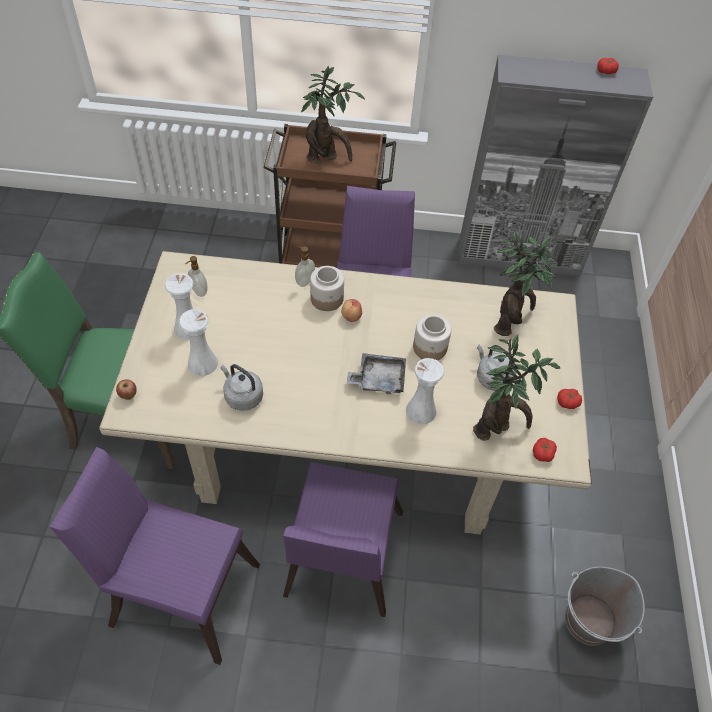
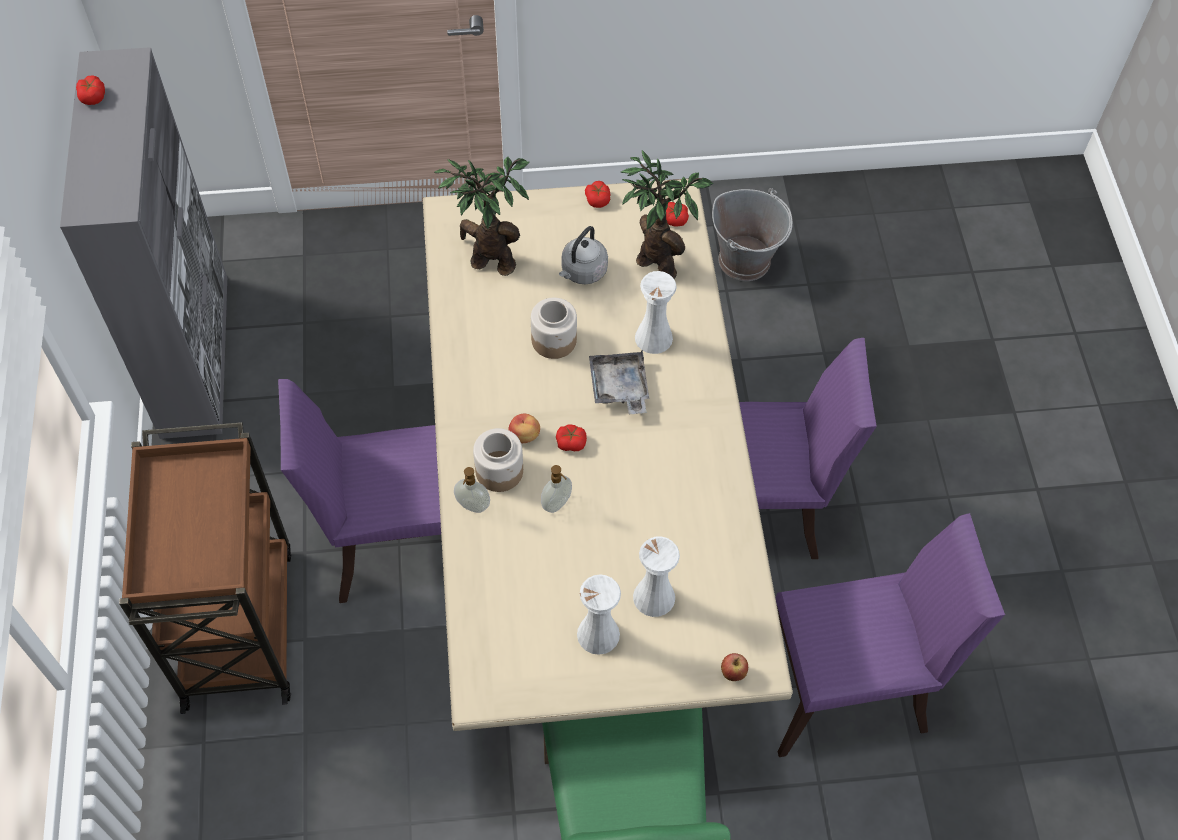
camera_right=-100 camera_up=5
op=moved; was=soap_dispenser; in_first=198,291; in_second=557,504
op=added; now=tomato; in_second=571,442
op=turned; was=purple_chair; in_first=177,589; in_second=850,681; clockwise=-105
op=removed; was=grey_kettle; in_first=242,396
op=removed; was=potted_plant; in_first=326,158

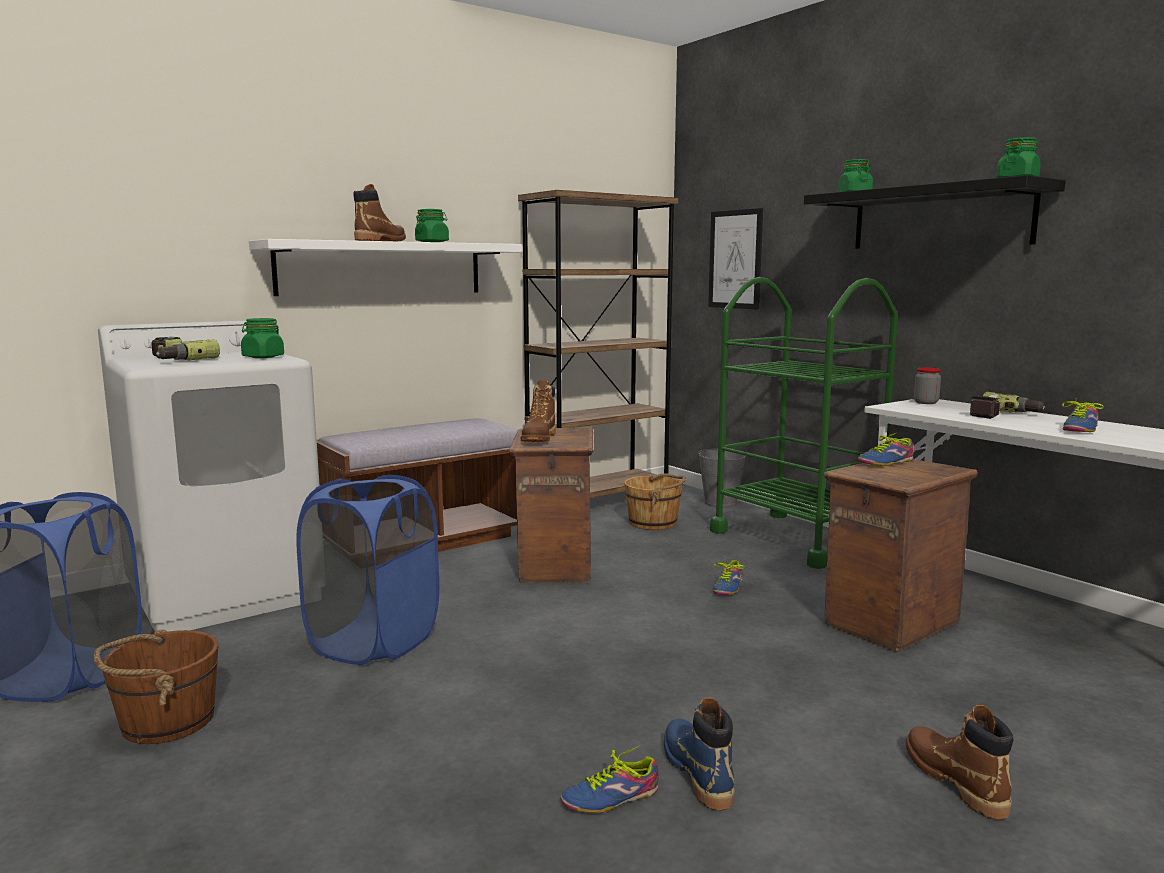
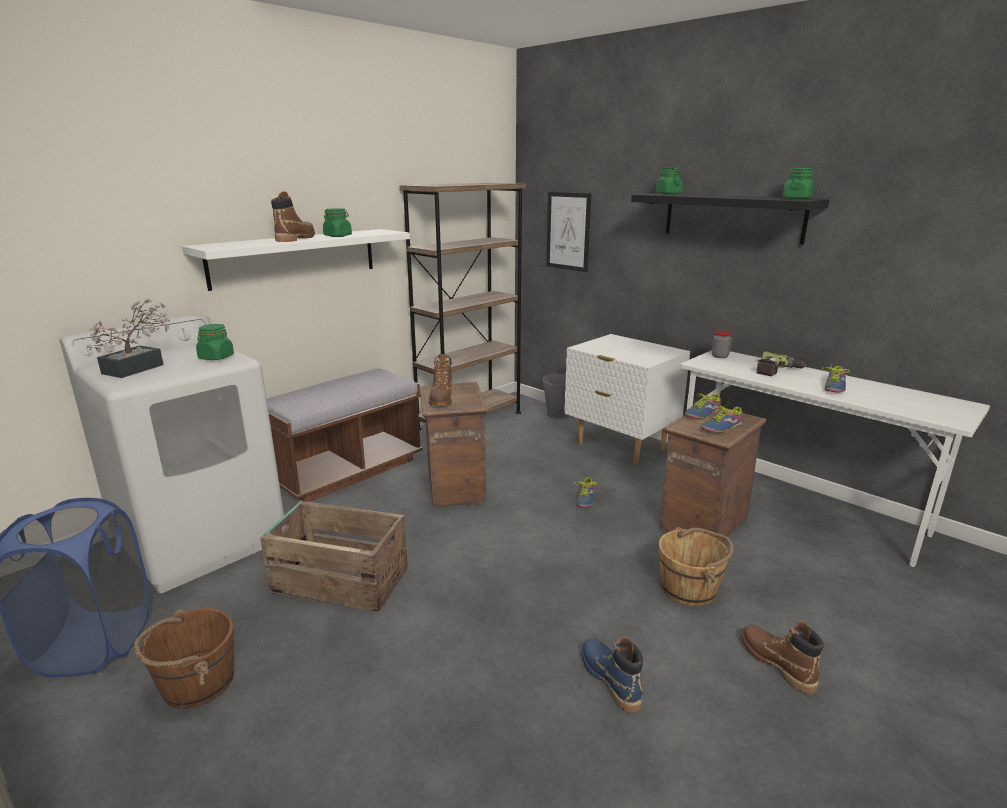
camera_right=-10 camera_up=10
op=replaced; was=power_drill; now=potted_plant; in_first=174,360; in_second=139,367
op=replaced; was=blue_laundry_basket; now=crate; in_first=374,641; in_second=339,579
op=replaced; was=green_cart; now=white_nightstand; in_first=796,539; in_second=620,446
op=moved; was=brown_bucket; in_first=653,523; in_second=689,588
op=moved; was=shoe; in_first=609,796; in_second=720,426

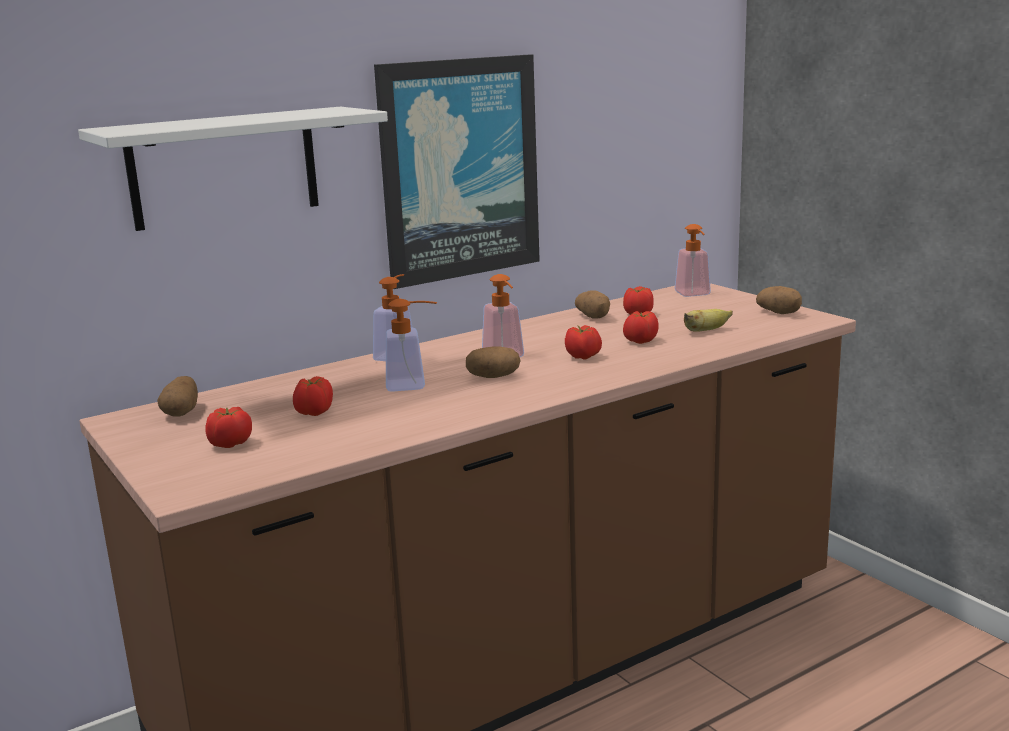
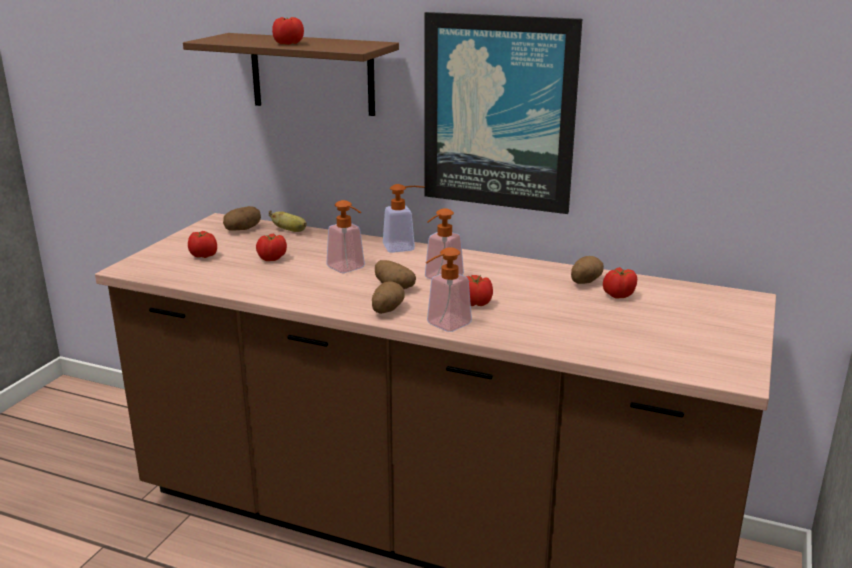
camera_right=55 camera_up=5
op=recoloured; was=white_shelf; now=brown_shelf; in_first=224,167; in_second=312,74
op=moved; was=banana; in_first=706,331; in_second=290,231
op=moved; was=tomato; in_first=640,341; in_second=288,44
op=moved; was=potato; in_first=779,313; in_second=386,310
op=moved; was=soap_dispenser; in_first=694,295; in_second=443,326

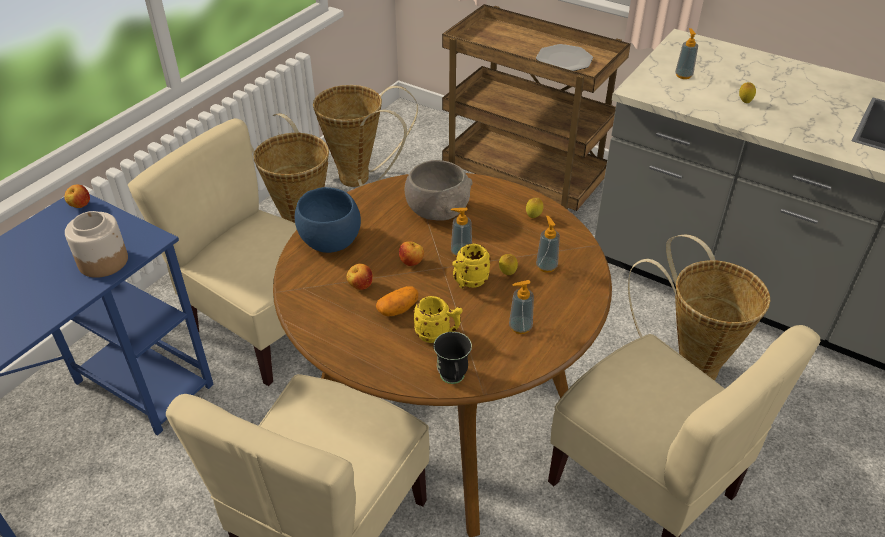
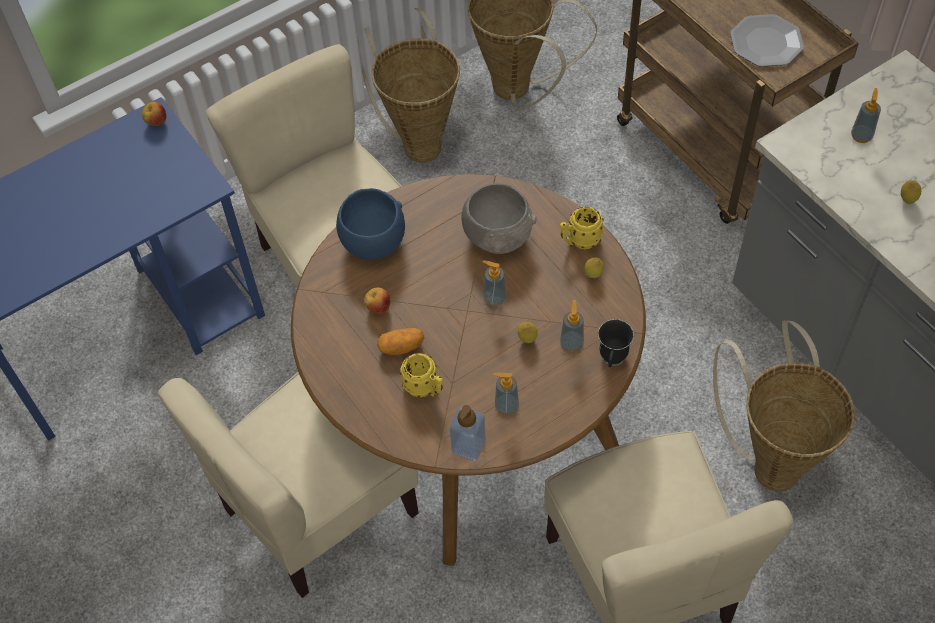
camera_right=25 camera_up=15
op=added; now=soap_dispenser; in_second=468,446
op=moved; was=yellow_mug; in_first=468,282; in_second=579,241
op=moved; was=black_mug; in_first=453,380; in_second=612,361
op=removed; was=jar; in_first=103,261
op=removed; was=apple; in_first=412,263

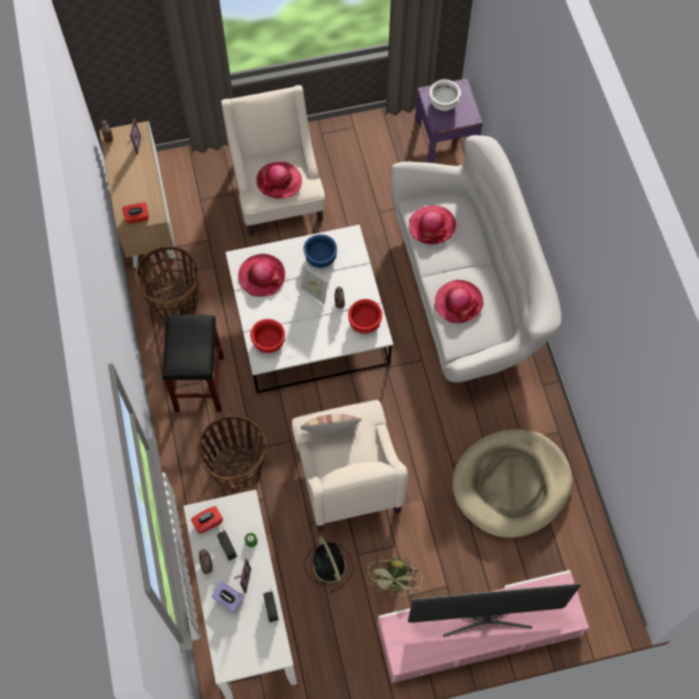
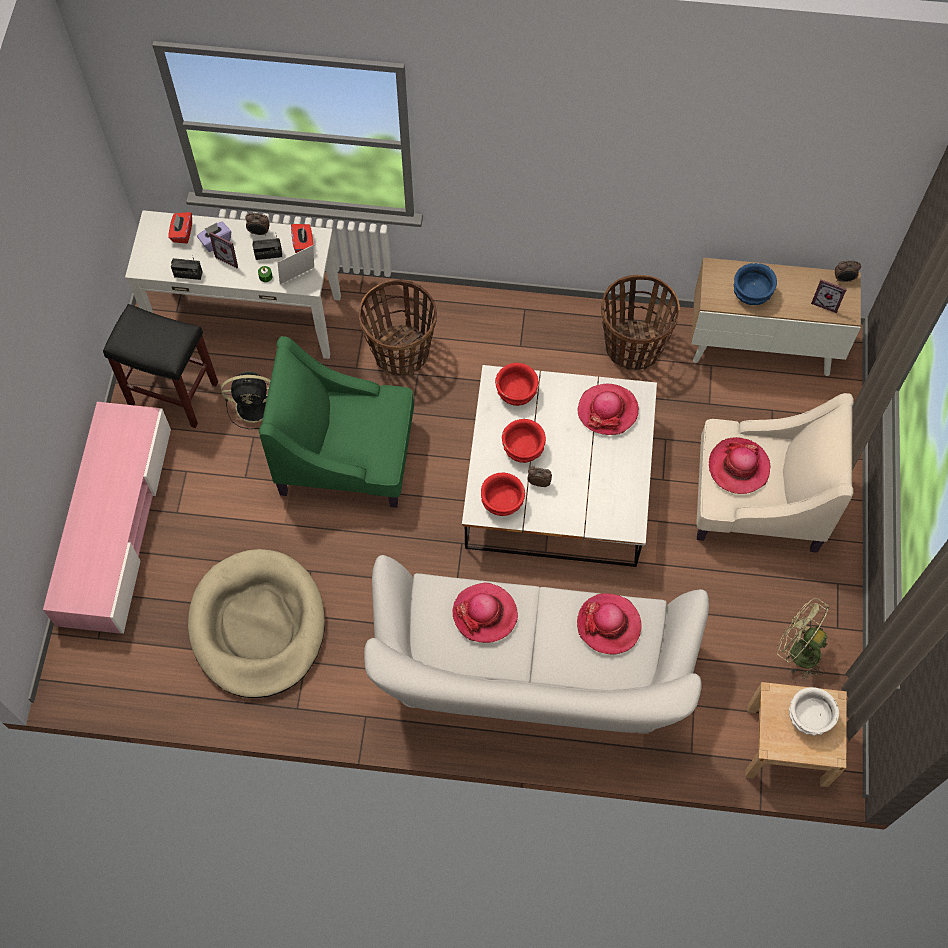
camera_right=110 camera_up=0
op=moved; was=black_stool; in_first=199,383; in_second=175,394
op=moved; was=red_tissue_box; in_first=137,217; in_second=182,233
op=recoloured; was=beige_armchair; now=green_armchair; in_first=347,474; in_second=347,457
op=moved; was=picture_frame; in_first=314,293; in_second=299,278
op=added; now=red_bowl; in_second=523,448
op=moved; was=blue_bowl; in_first=321,258; in_second=751,294
op=recoloured; was=purple_nightstand; now=beige_nightstand; in_first=445,137; in_second=787,745
op=moved; was=green_fan; in_first=395,583; in_second=798,651
op=removed; was=pillow; in_first=330,433
op=removed; was=television; in_first=485,617

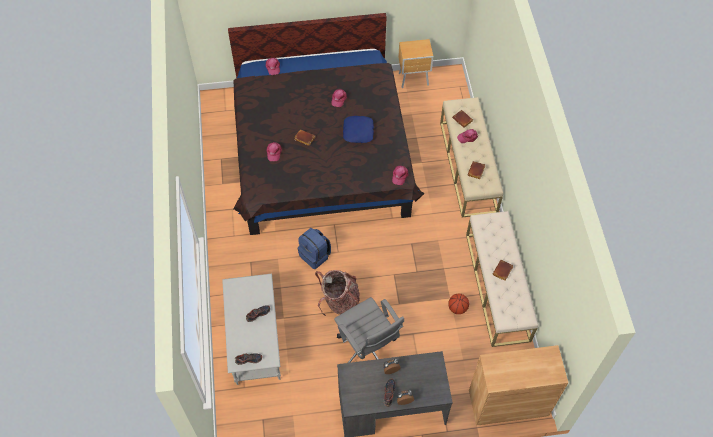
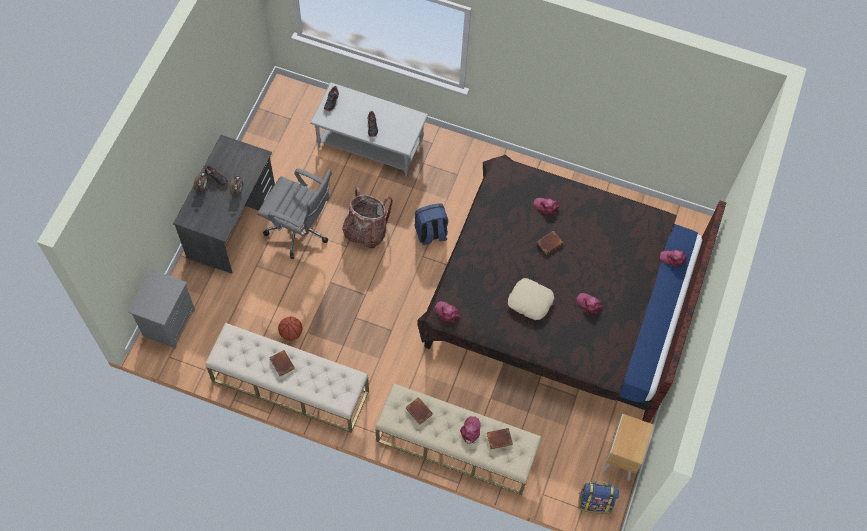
camera_right=115 camera_up=5
op=replaced; was=brown_cabinet; now=grey_nightstand; in_first=508,403; in_second=168,322
op=turned; was=grey_office_chair; in_first=368,349; in_second=300,231; clockwise=-150
op=recoloured; was=blue_pillow; now=beige_pillow; in_first=358,132; in_second=530,301
op=added; now=backpack; in_second=595,502

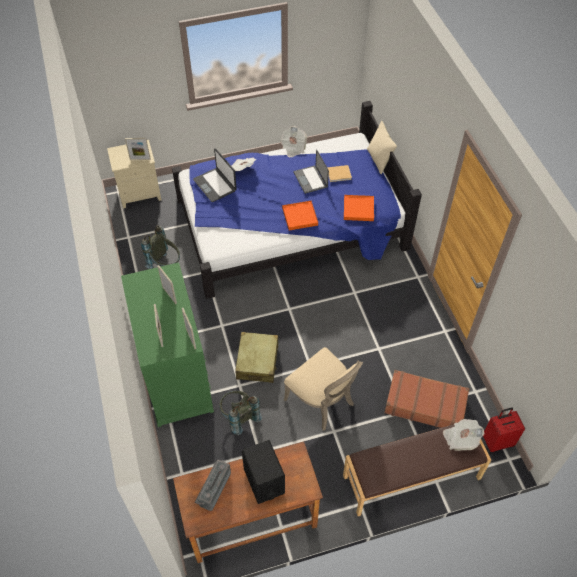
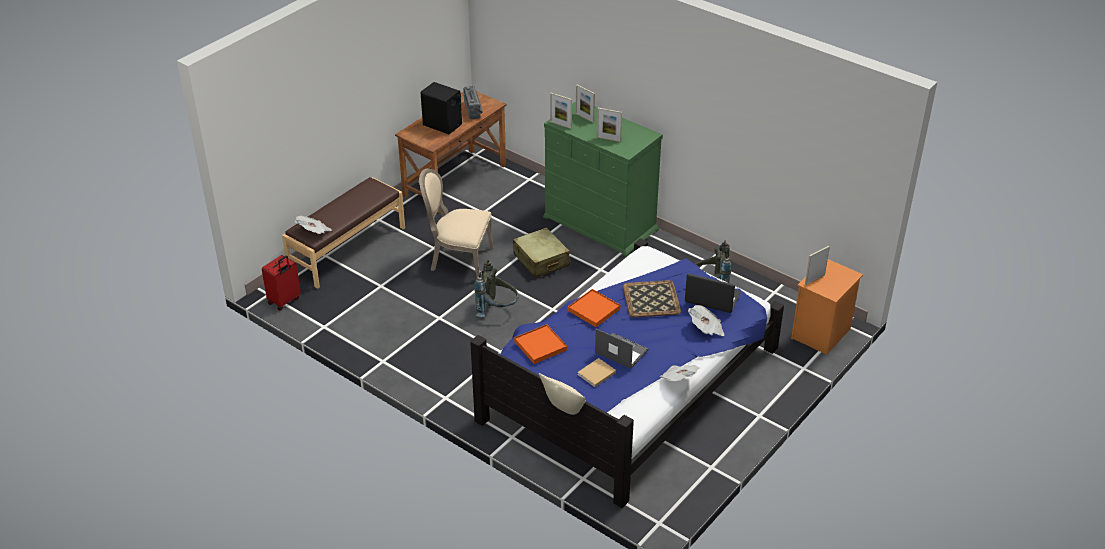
camera_right=145 camera_up=-15
op=moved; was=grey_backpack; in_first=238,417; in_second=497,310
op=added; now=tray; in_second=652,299
op=recoloured; was=beige_nightstand; now=orange_nightstand; in_first=140,193; in_second=821,334
op=removed; was=brown_suitcase; in_first=425,404

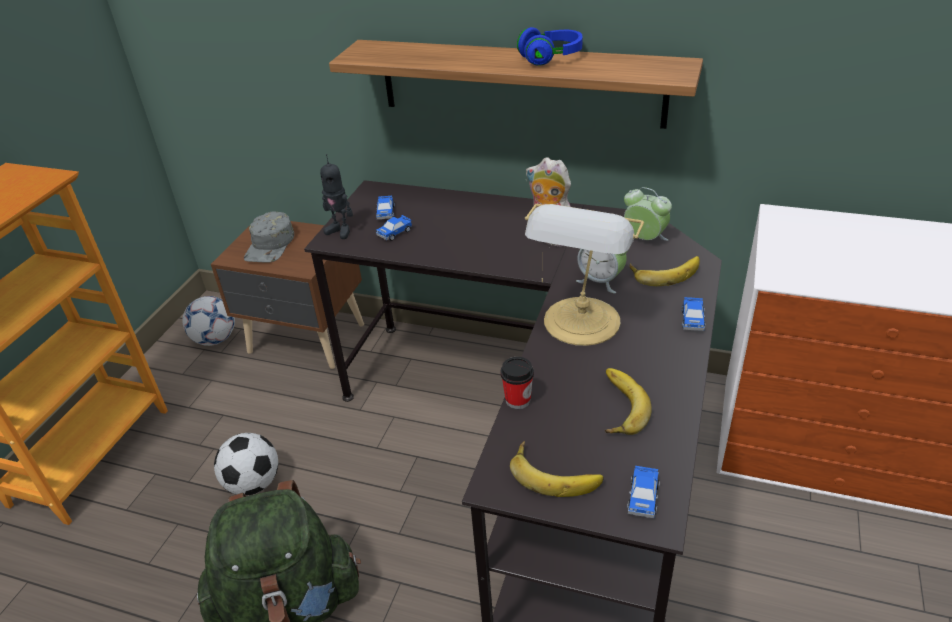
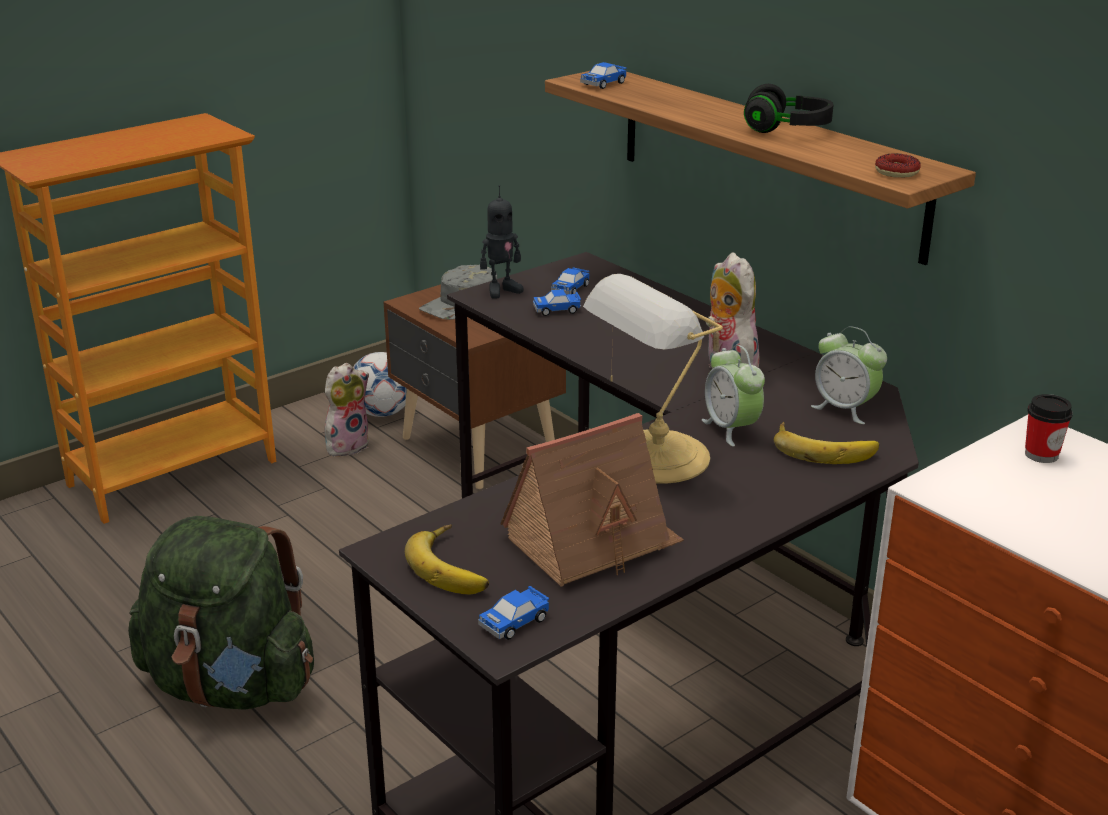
camera_right=30 camera_up=-10
op=added; now=plush_toy; in_second=347,445
op=turned; was=toy_robot; in_first=340,231; in_second=502,290; clockwise=-90
op=replaced; was=banana; now=toy_house; in_first=616,406; in_second=592,541
op=moved; was=toy_car; in_first=692,319; in_second=604,84
op=recoloured; was=blue_headphones; now=black_headphones; in_first=551,58; in_second=787,129
op=turned; was=alarm_clock; in_first=644,239; in_second=845,409; clockwise=150
op=added; now=donut; in_second=896,172
op=moved; was=cup; in_first=518,400; in_second=1041,455
op=removed; was=football; in_first=253,483

